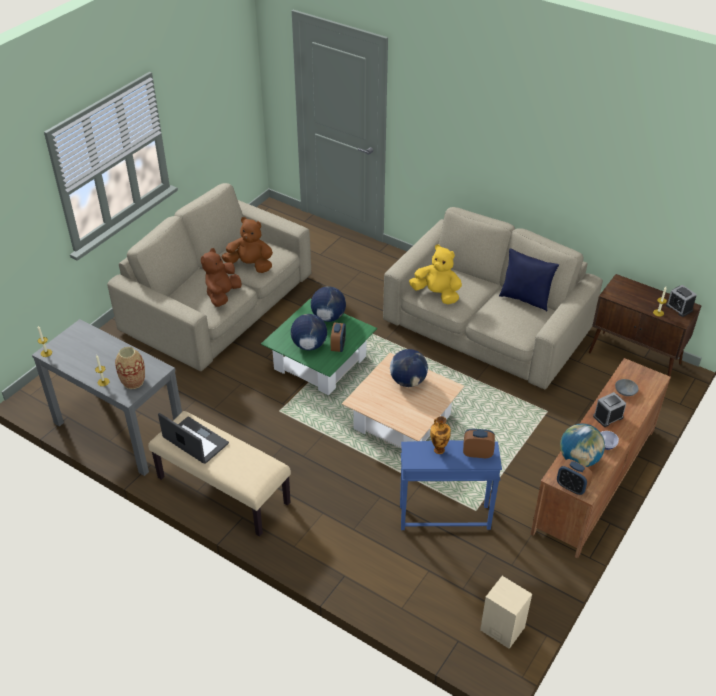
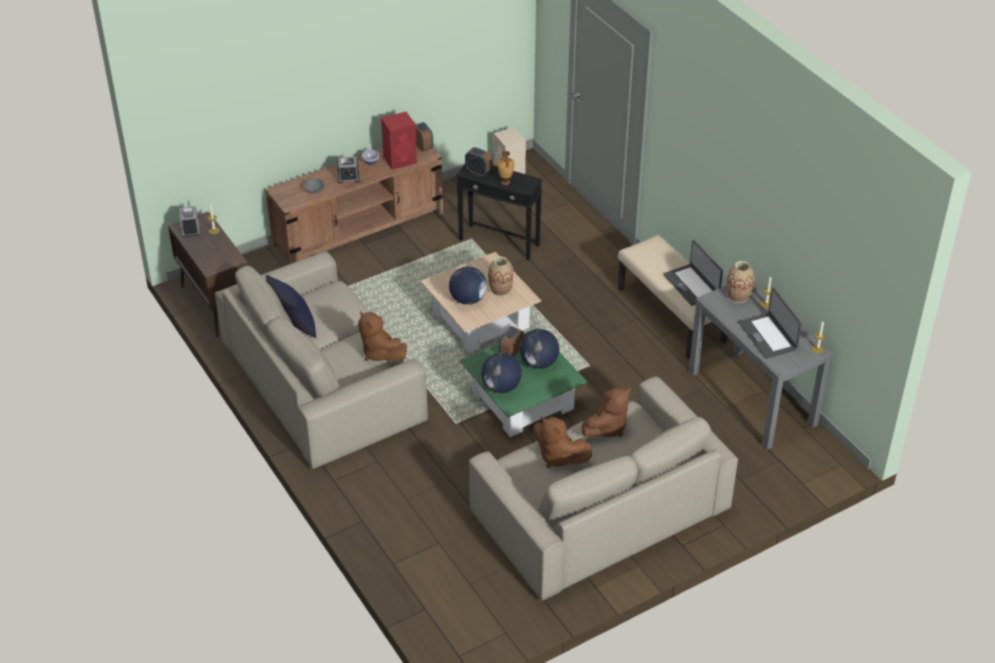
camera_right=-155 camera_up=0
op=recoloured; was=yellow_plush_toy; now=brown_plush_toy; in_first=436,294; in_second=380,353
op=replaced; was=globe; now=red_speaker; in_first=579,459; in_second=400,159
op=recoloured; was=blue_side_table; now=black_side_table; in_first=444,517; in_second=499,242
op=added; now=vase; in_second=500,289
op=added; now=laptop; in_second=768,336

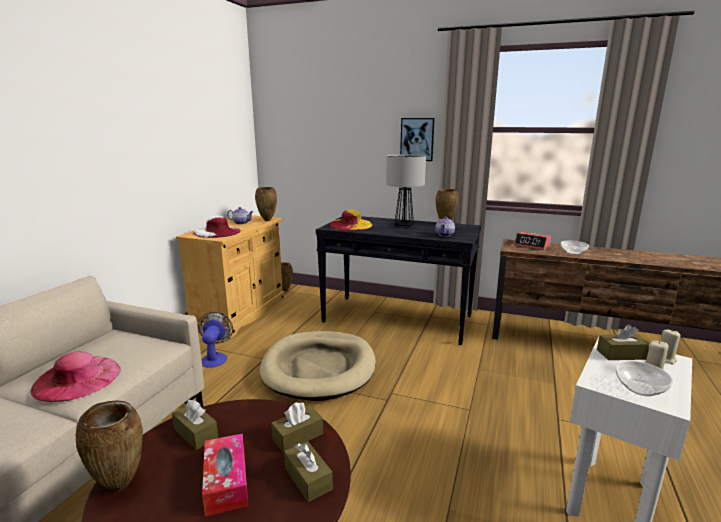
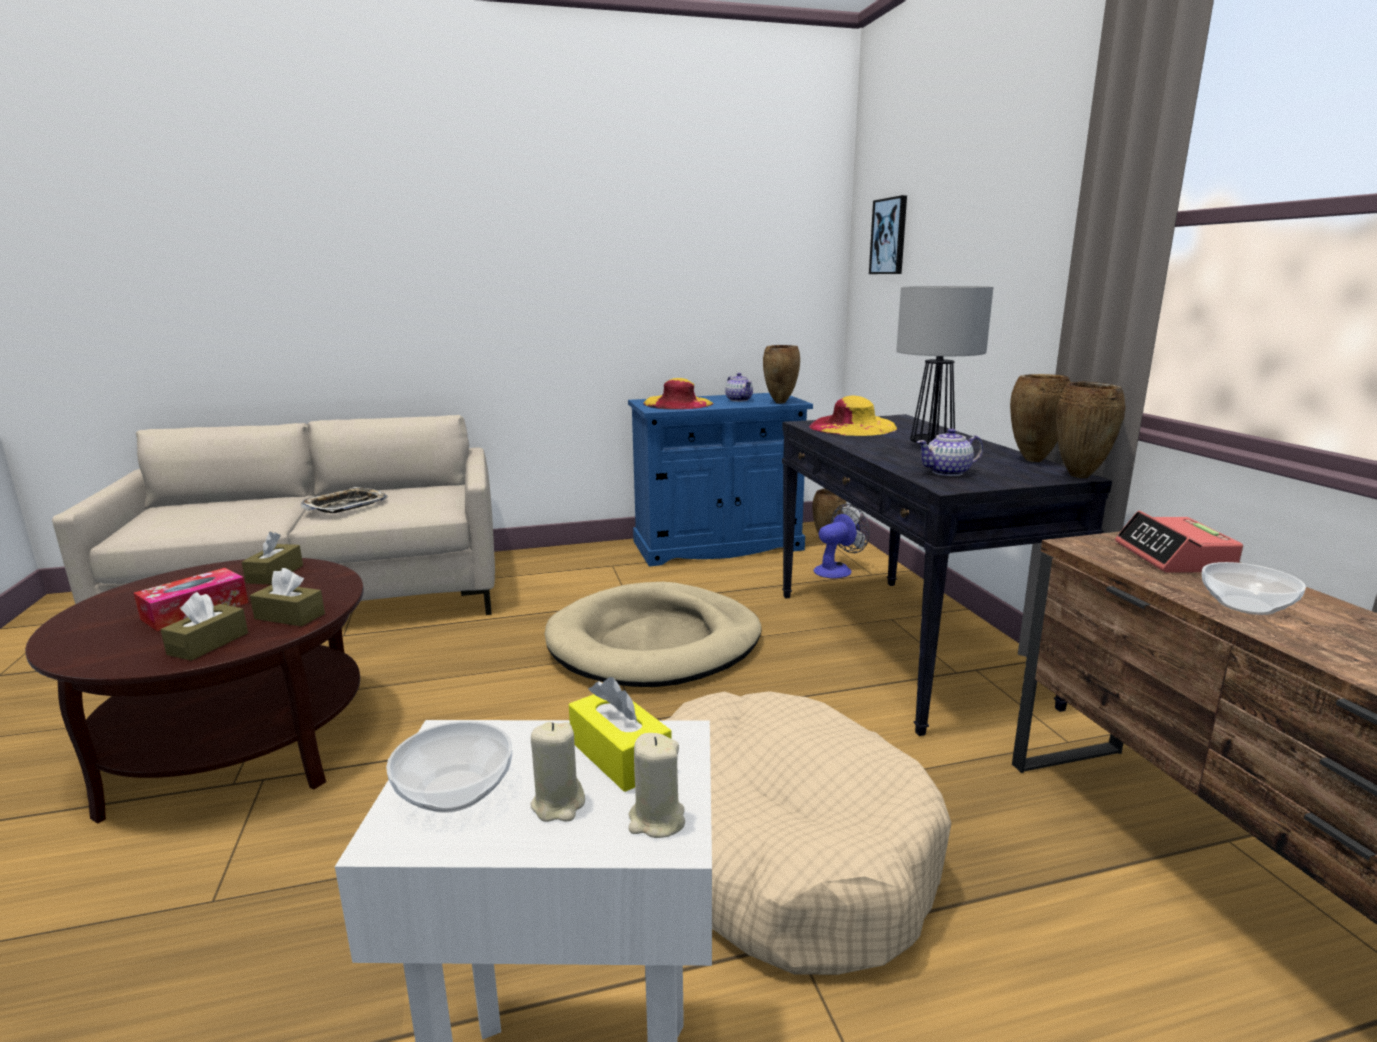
camera_right=55 camera_up=0
op=replaced; was=pink_hat; now=tray; in_first=77,378; in_second=345,506
op=recoloured; was=brown_tissue_box; now=yellow_tissue_box; in_first=621,354; in_second=620,756
op=recoloured; was=beige_cabinet; now=blue_cabinet; in_first=241,313; in_second=717,546
op=recoloured; was=white_hat; now=yellow_hat; in_first=217,232; in_second=678,403
op=added; now=beige_dog_bed; in_second=777,850
op=moved; was=fan; in_first=215,357; in_second=837,569
op=moved; was=picture; in_first=417,139; in_second=889,236
op=moved; was=brown_vase; in_first=121,485; in_second=1081,476

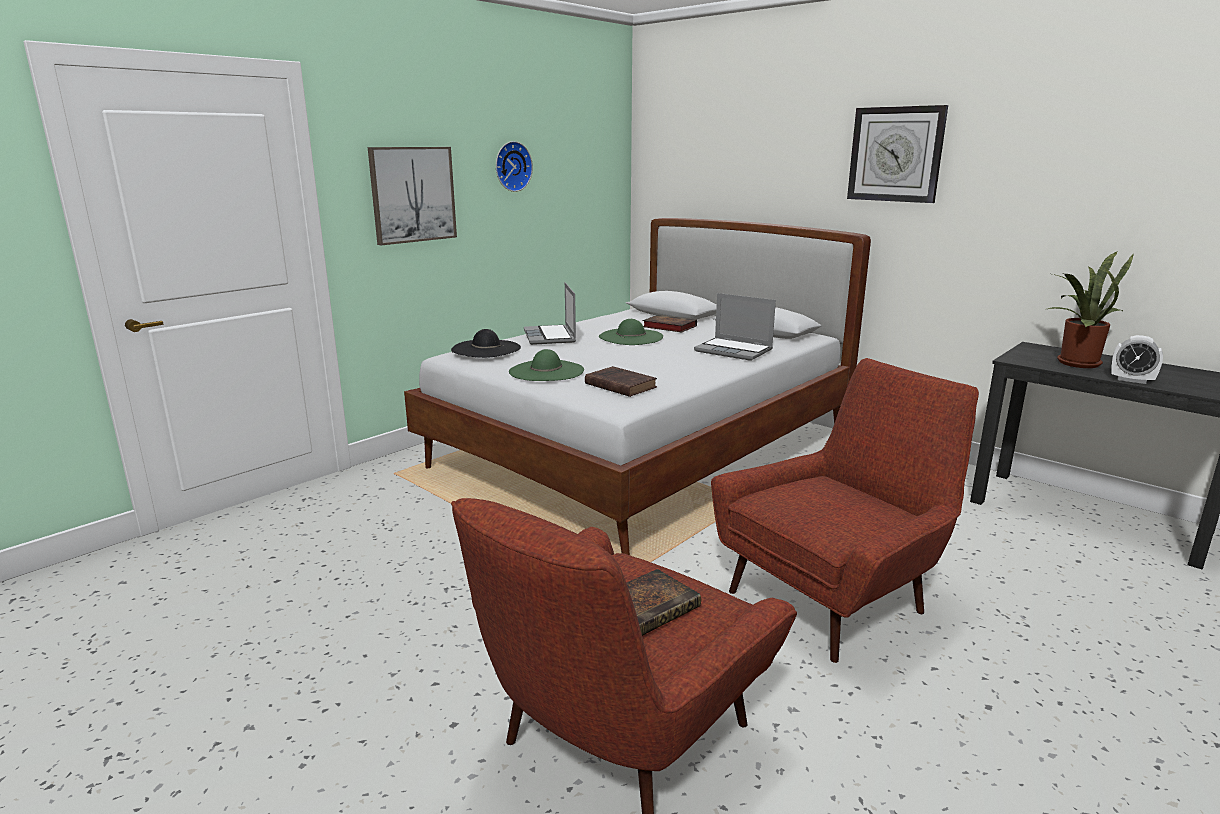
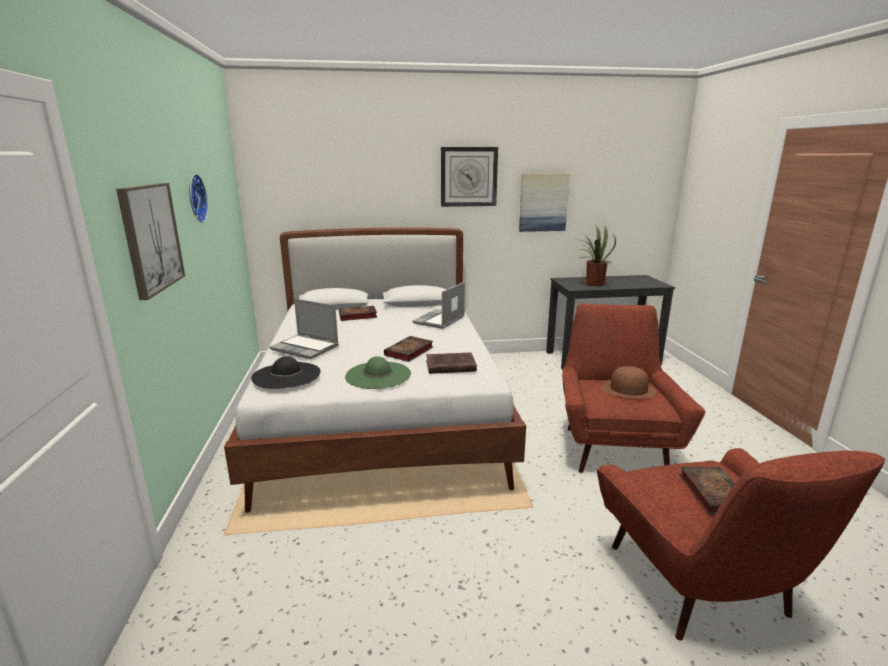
camera_right=-50 camera_up=0
op=added; now=book; in_second=409,352
op=turned; was=laptop; in_first=734,350; in_second=439,320; clockwise=135
op=added; now=picture; in_second=543,202
op=added; now=brown_hat; in_second=628,390
op=removed; was=green_hat; in_first=631,337
op=removed; was=alarm_clock; in_first=1131,380

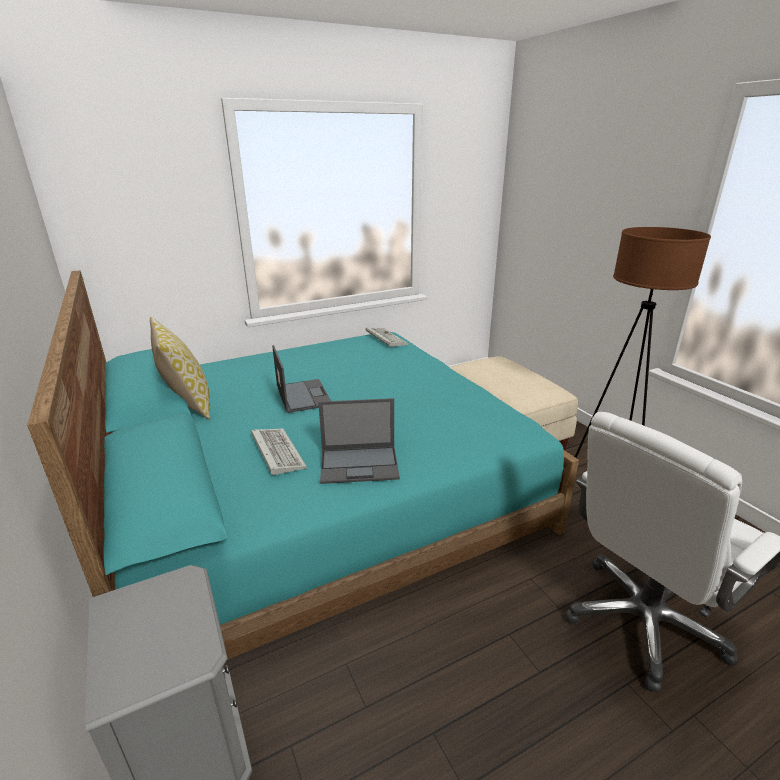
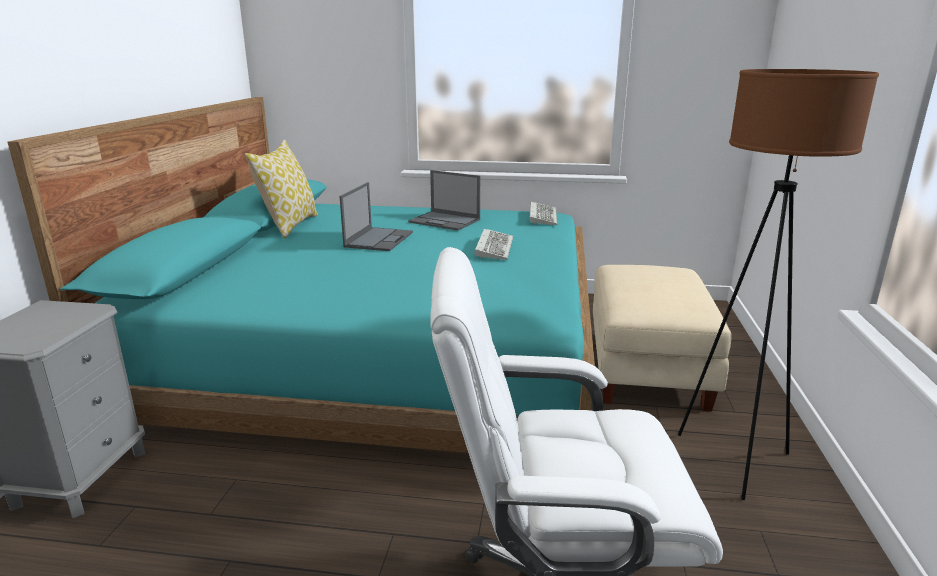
camera_right=35 camera_up=-5
op=moved; was=laptop; in_first=360,464; in_second=445,221
op=moved; was=keyboard; in_first=276,452; in_second=493,247

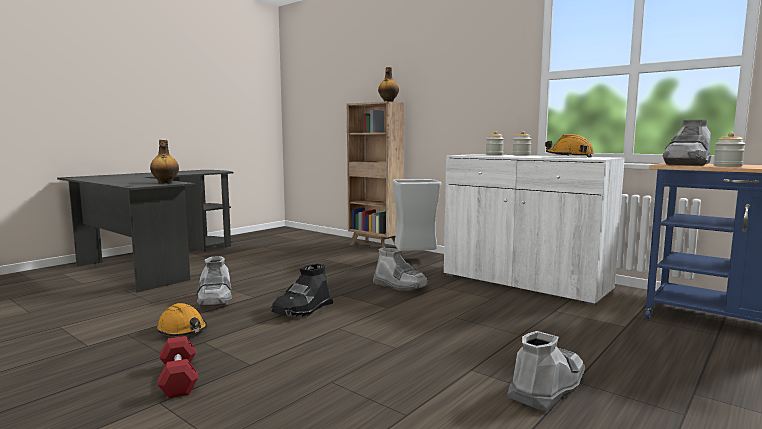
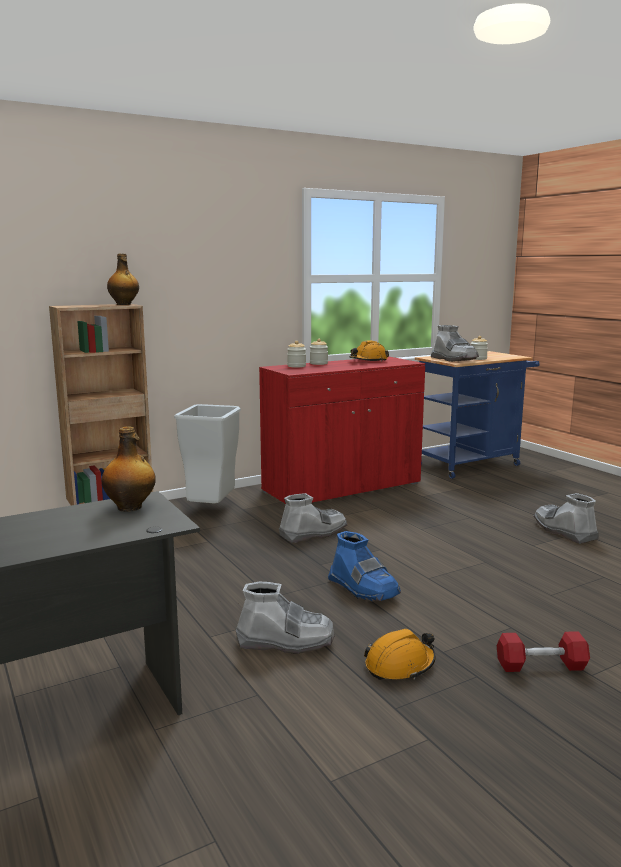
camera_right=-70 camera_up=5
op=recoloured; was=white_cabinet; now=red_cabinet; in_first=524,282; in_second=342,488
op=recoloured; was=black_boot; now=blue_boot; in_first=303,310; in_second=363,589

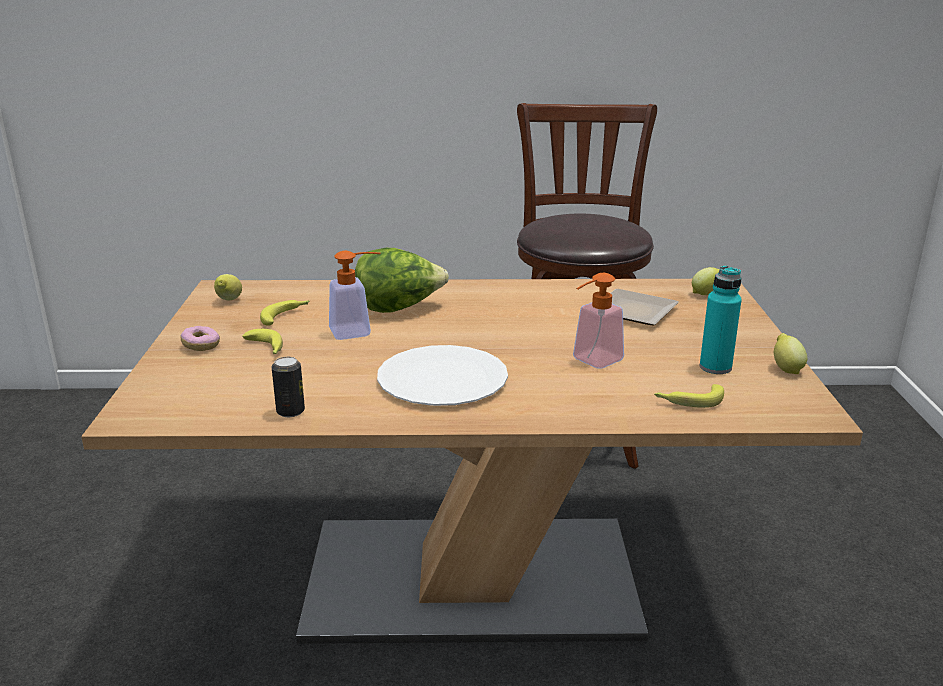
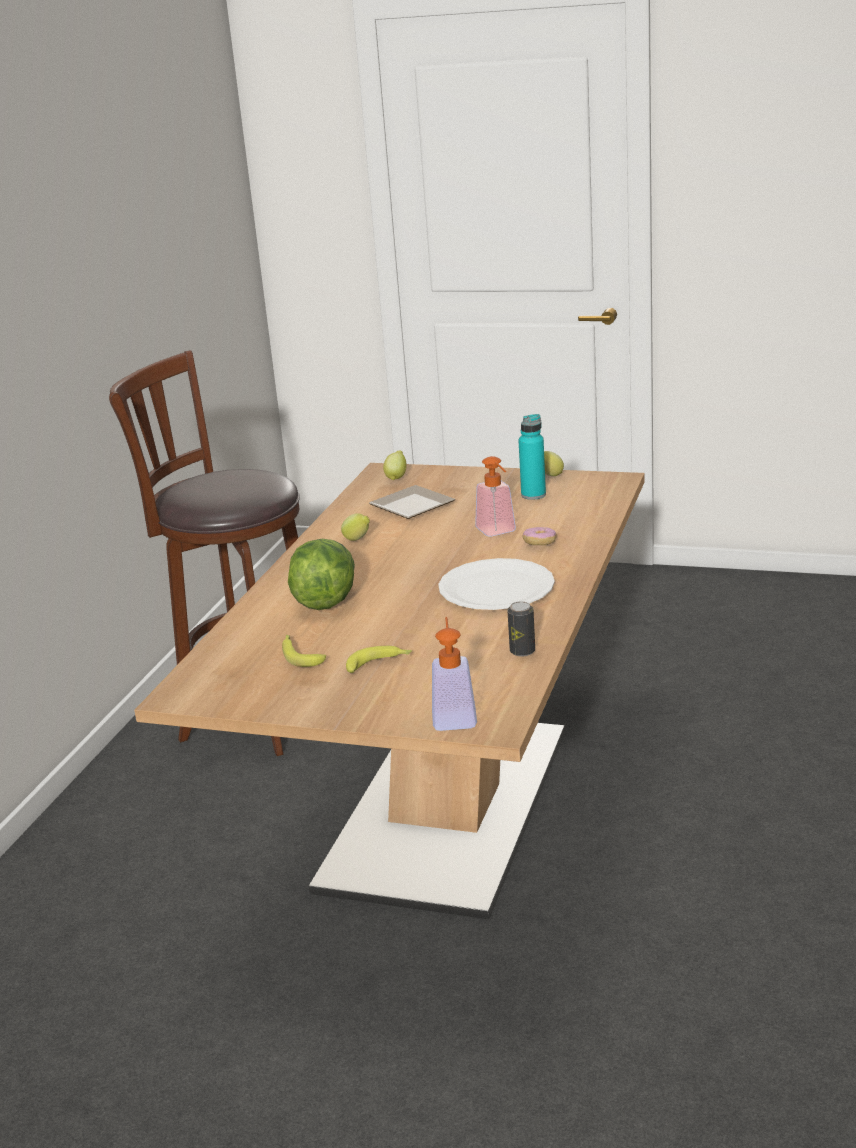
camera_right=-70 camera_up=0
op=moved; was=lemon; in_first=229,301; in_second=357,540
op=moved; was=soap_dispenser; in_first=358,331; in_second=454,715
op=moved; was=donut; in_first=201,346; in_second=539,543
op=removed; was=banana; in_first=689,401

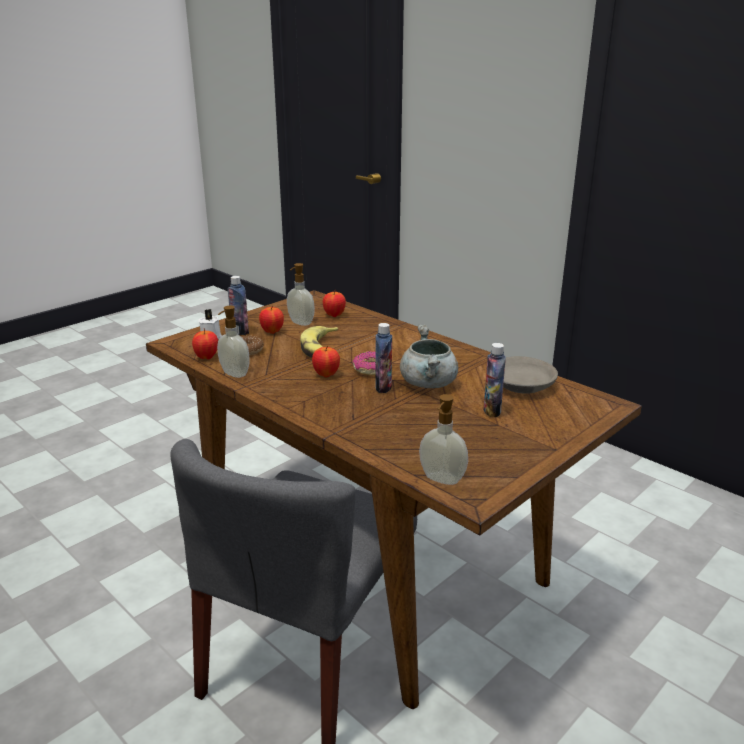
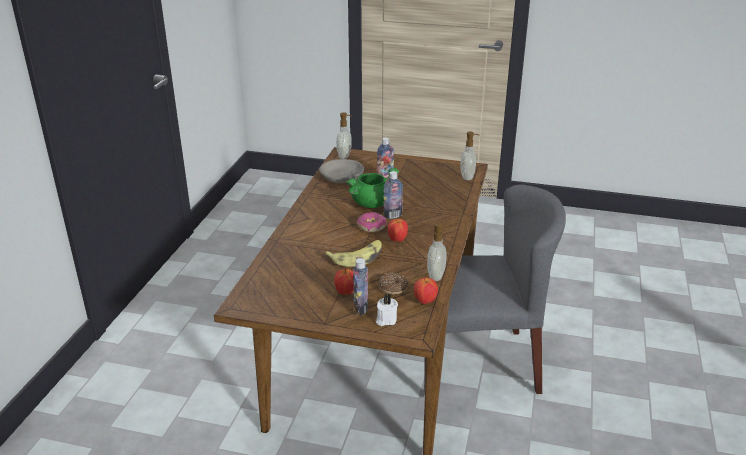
camera_right=-120 camera_up=5
op=moved; was=soap_dispenser; in_first=300,323; in_second=345,156
op=recoloured; was=grey_cooking_pot; now=green_cooking_pot; in_first=429,384; in_second=371,203
op=removed; was=apple; in_first=334,315

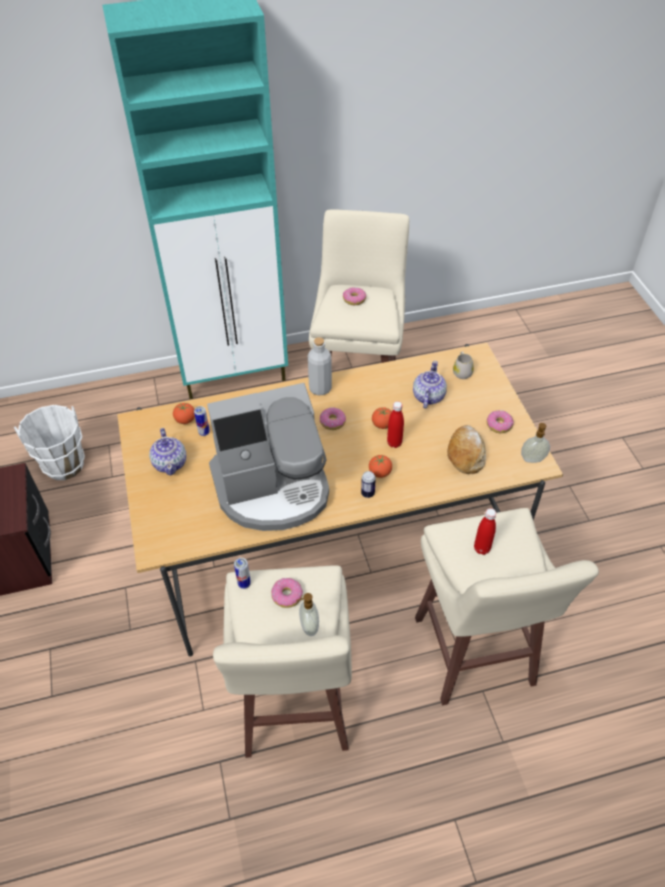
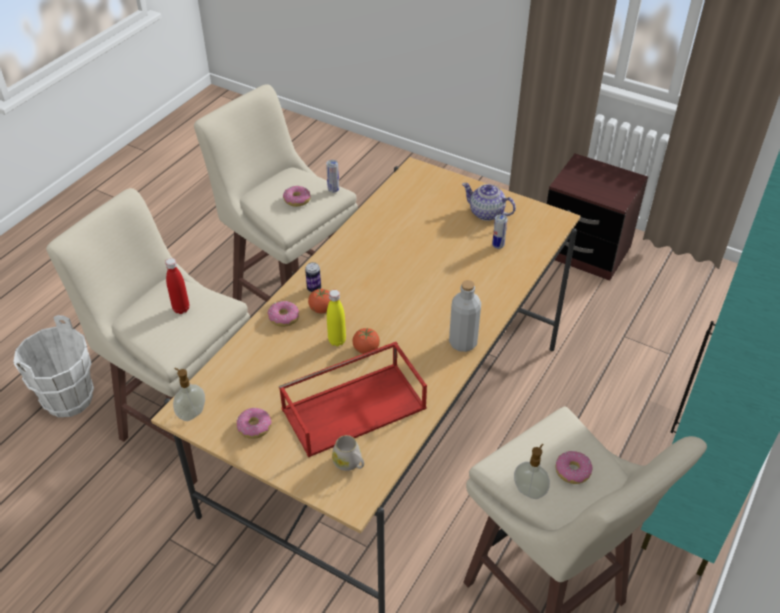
camera_right=135 camera_up=-5
op=moved; was=white_bucket; in_first=64,465; in_second=69,399
op=moved; was=donut; in_first=332,422; in_second=283,318
op=replaced; was=teapot; now=red_tray; in_first=428,397; in_second=354,407
op=recoloured; was=red_bottle; now=yellow_bottle; in_first=394,443; in_second=337,341
op=moved; was=soap_dispenser; in_first=308,626; in_second=529,490
op=removed; was=tomato; in_first=185,420
op=removed; was=coffee_machine; in_first=273,488
op=removed; was=bread; in_first=466,454

